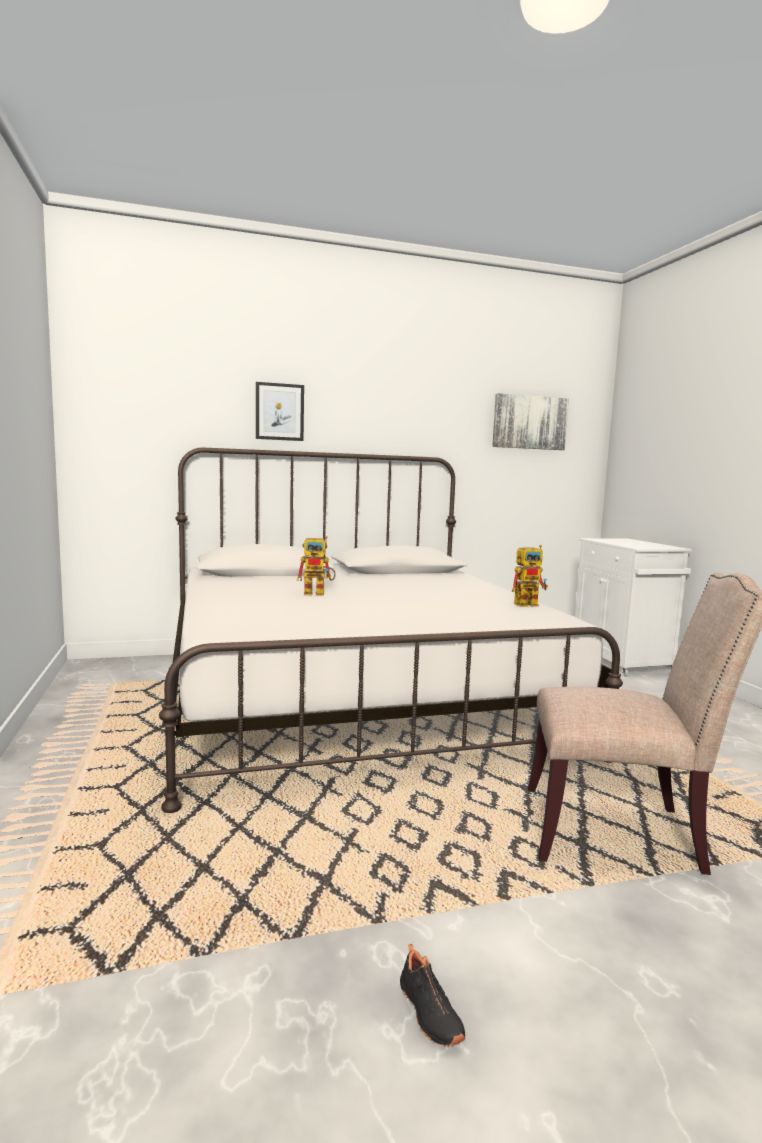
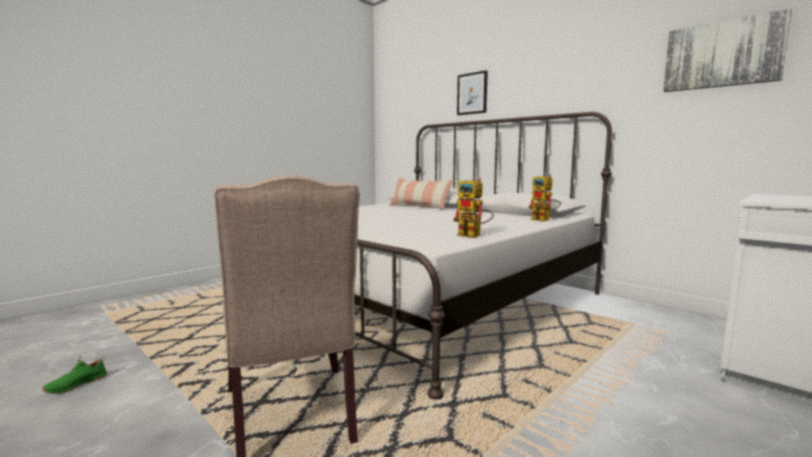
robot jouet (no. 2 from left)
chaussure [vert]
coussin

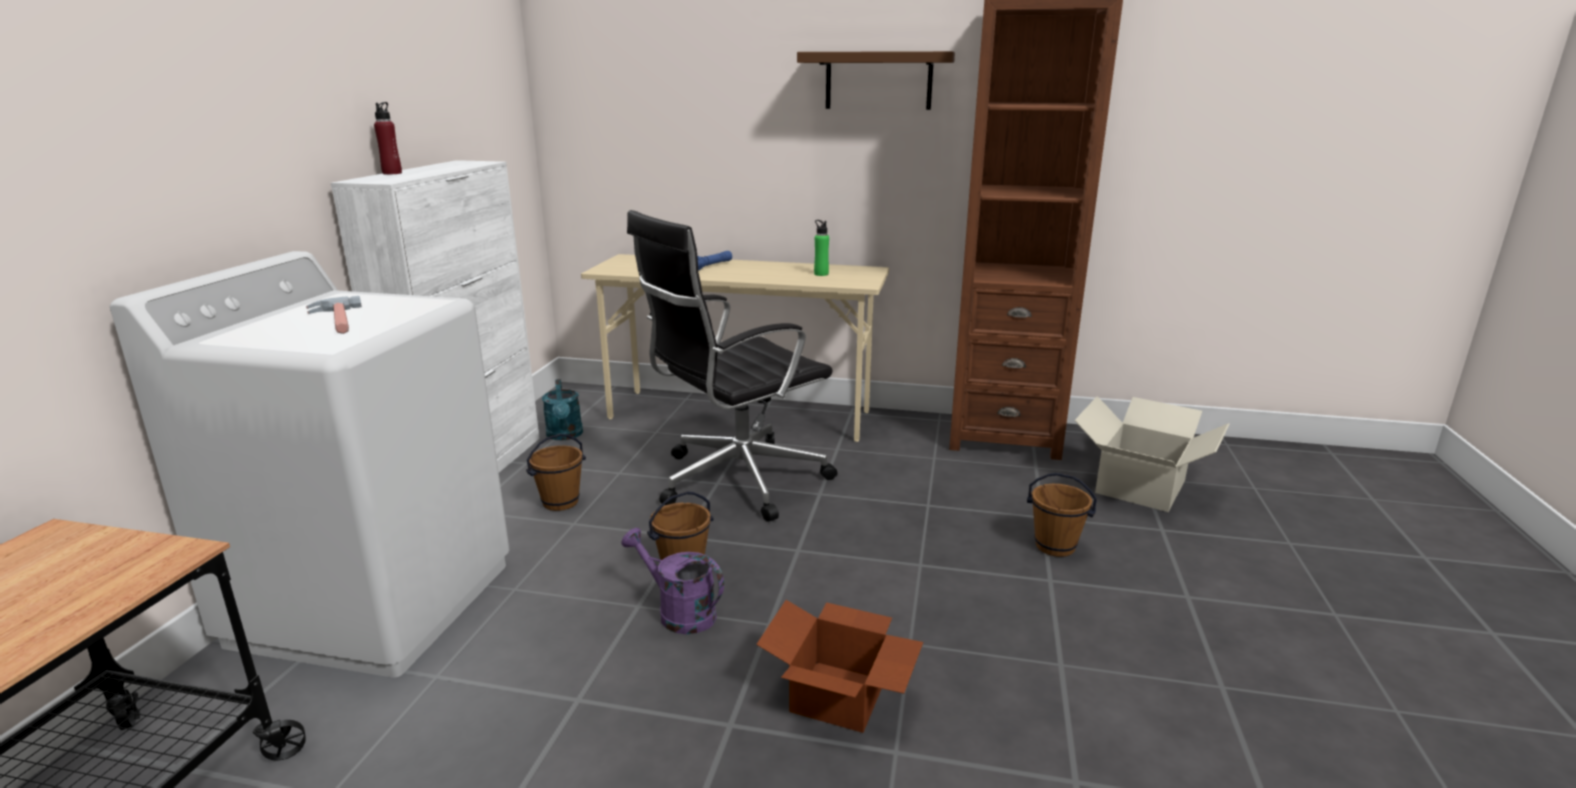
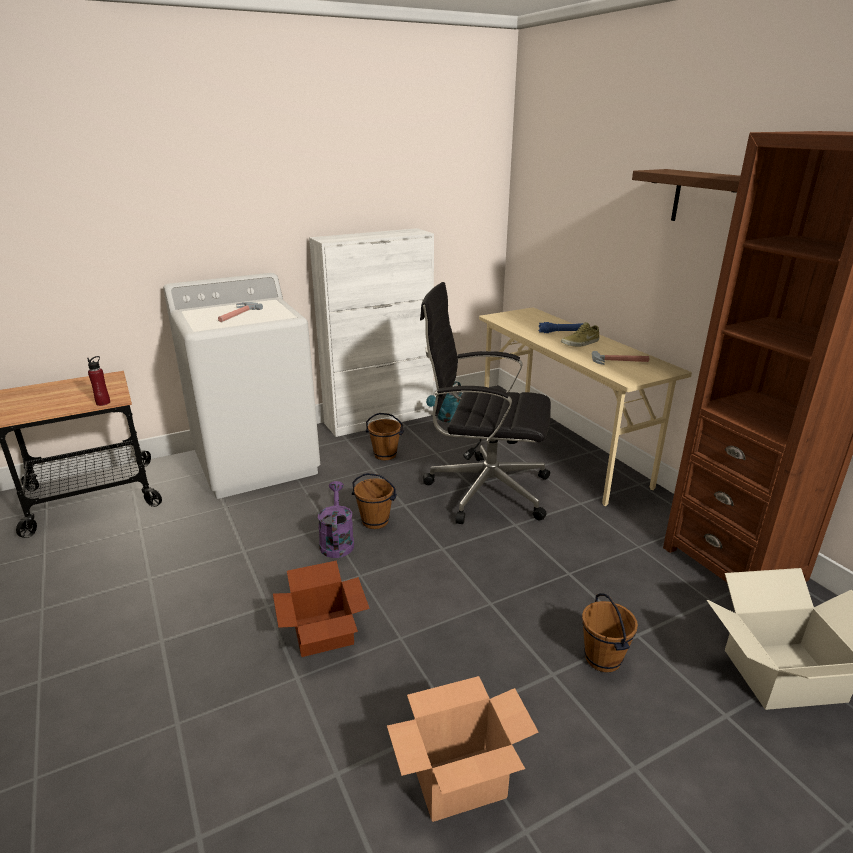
bouteille [rouge]
marteau (no. 2 from left)
carton (no. 2 from left)
chaussure [beige]

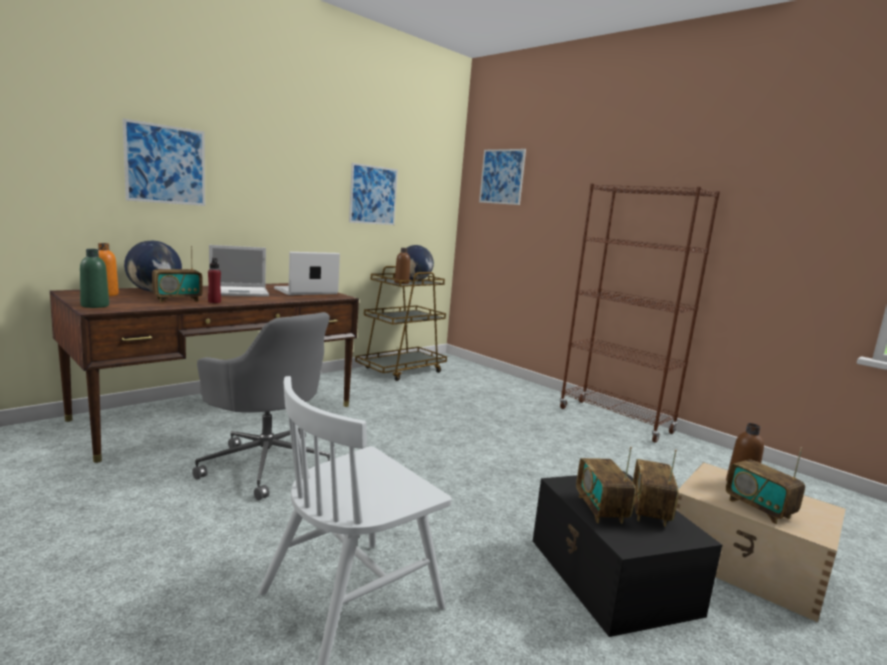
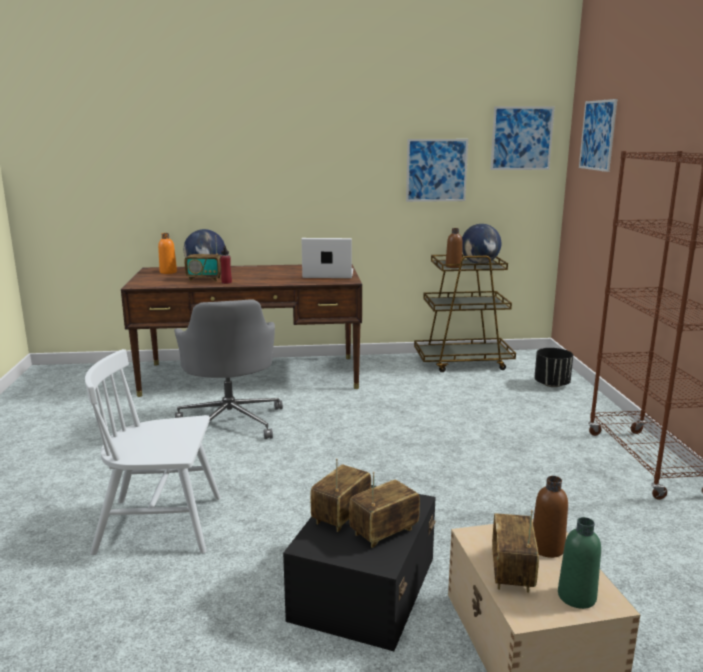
bouteille [vert]
tableau (no. 2 from left)
ordinateur portable (no. 1 from left in the first image)
cache-pot [noir]

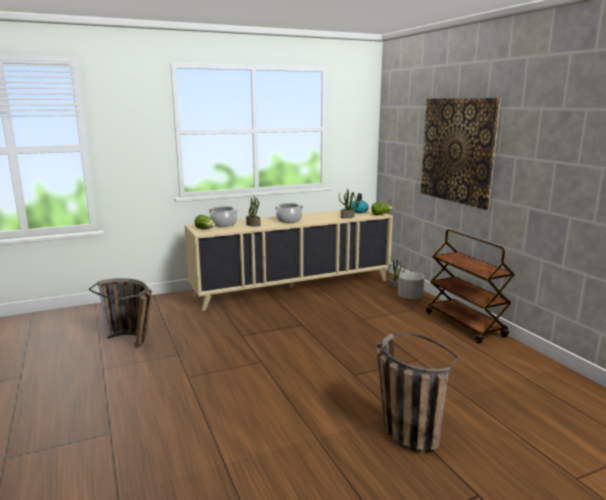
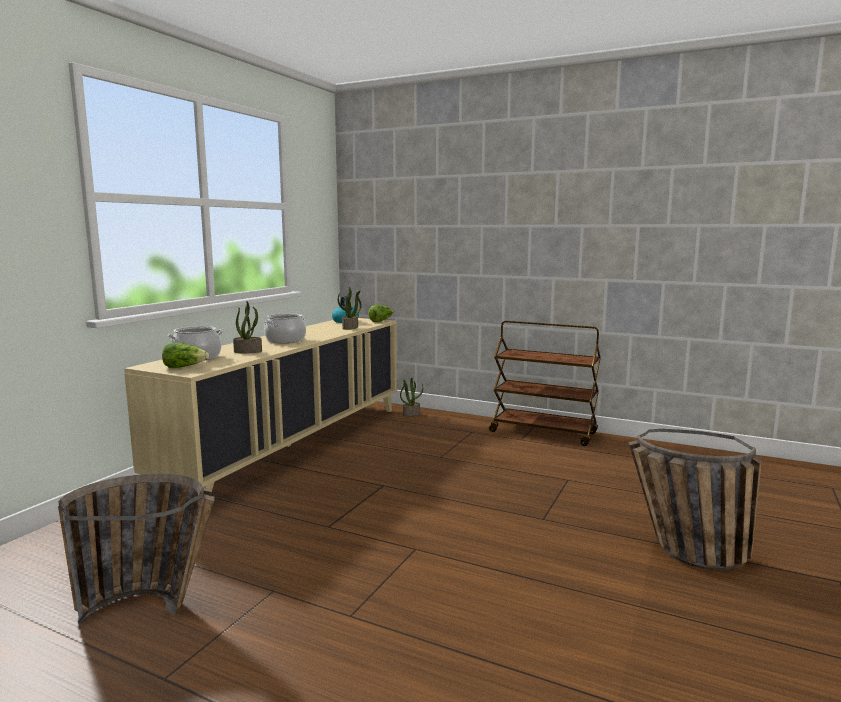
cache-pot [gris]
tableau

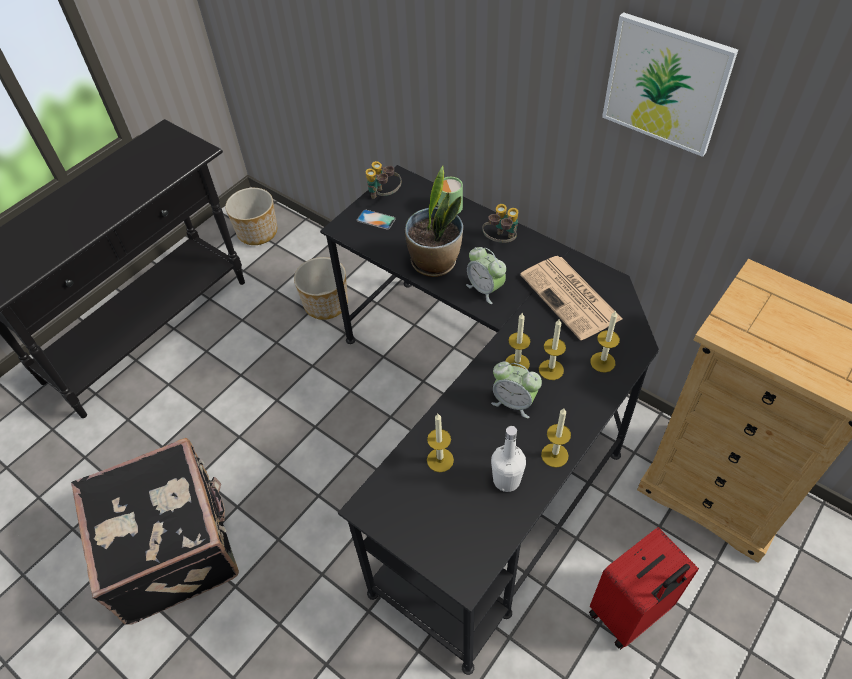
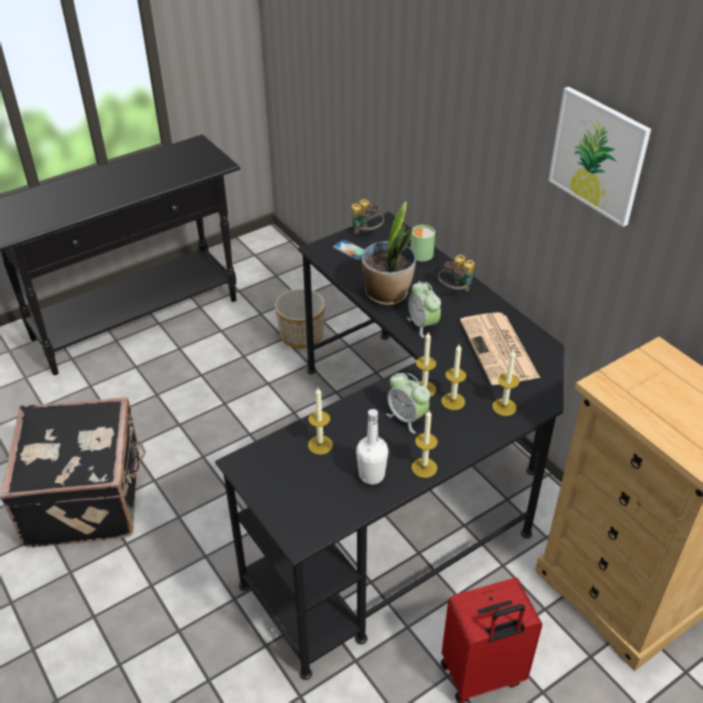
cache-pot (no. 1 from left in the first image)

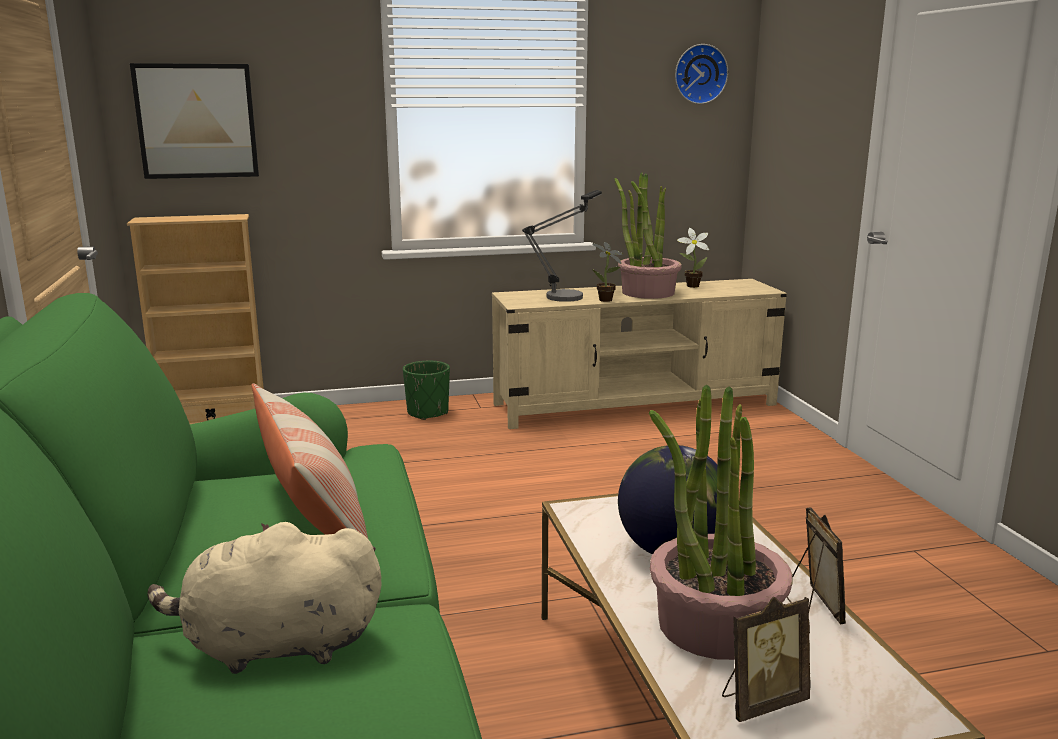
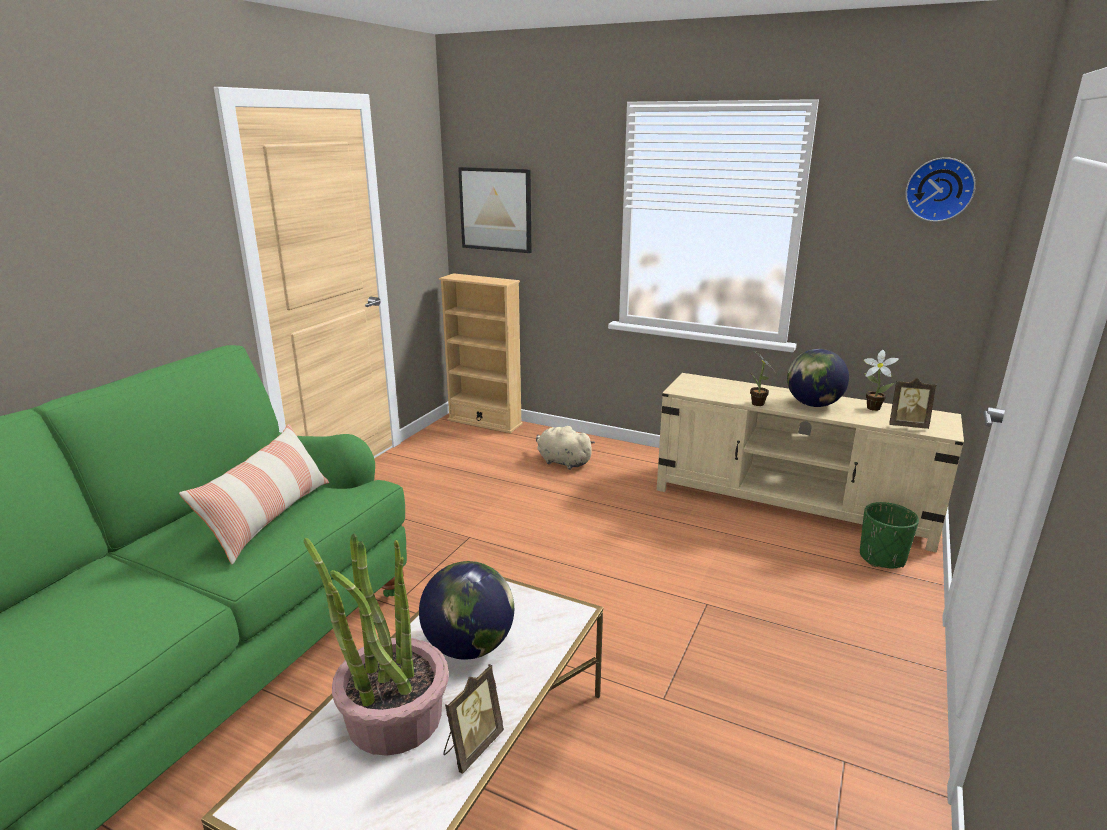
peluche [beige]
cache-pot [vert]
lampe de table
globe (no. 2 from left)
cadre photo (no. 2 from left)

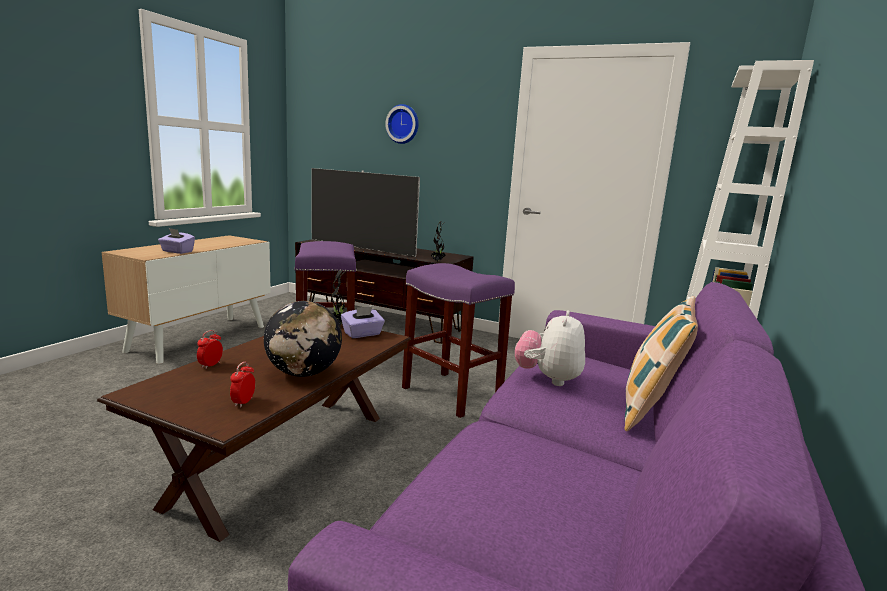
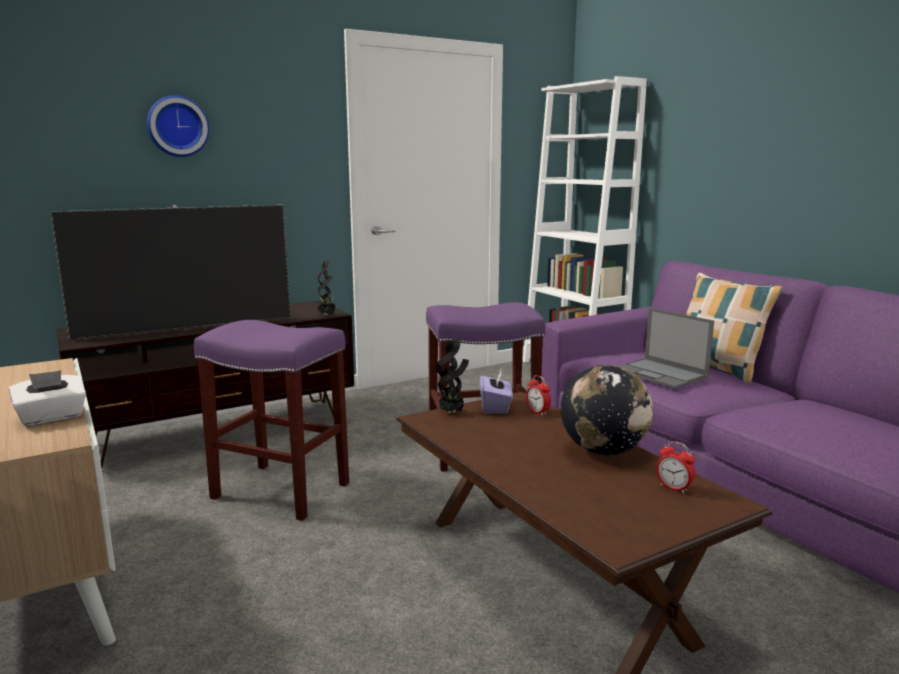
boîte à mouchoirs [blanc]
réveil (no. 1 from left)
ordinateur portable

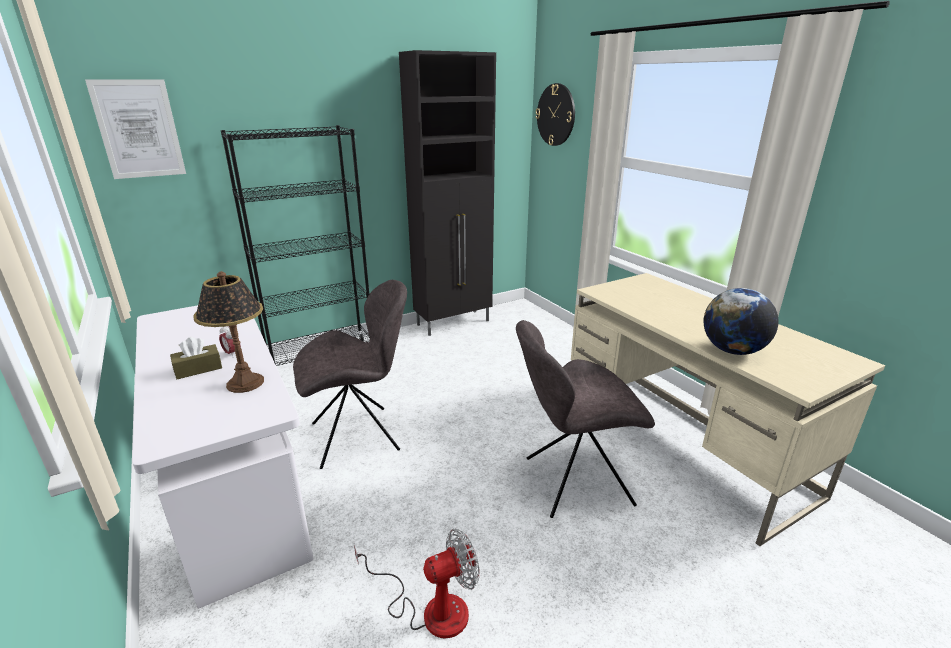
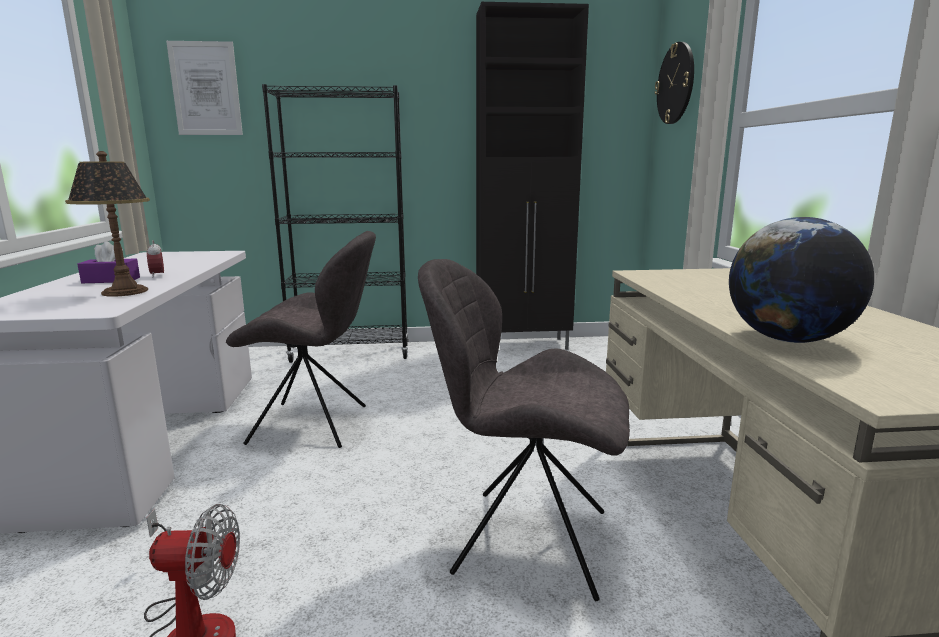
boîte à mouchoirs [violet]

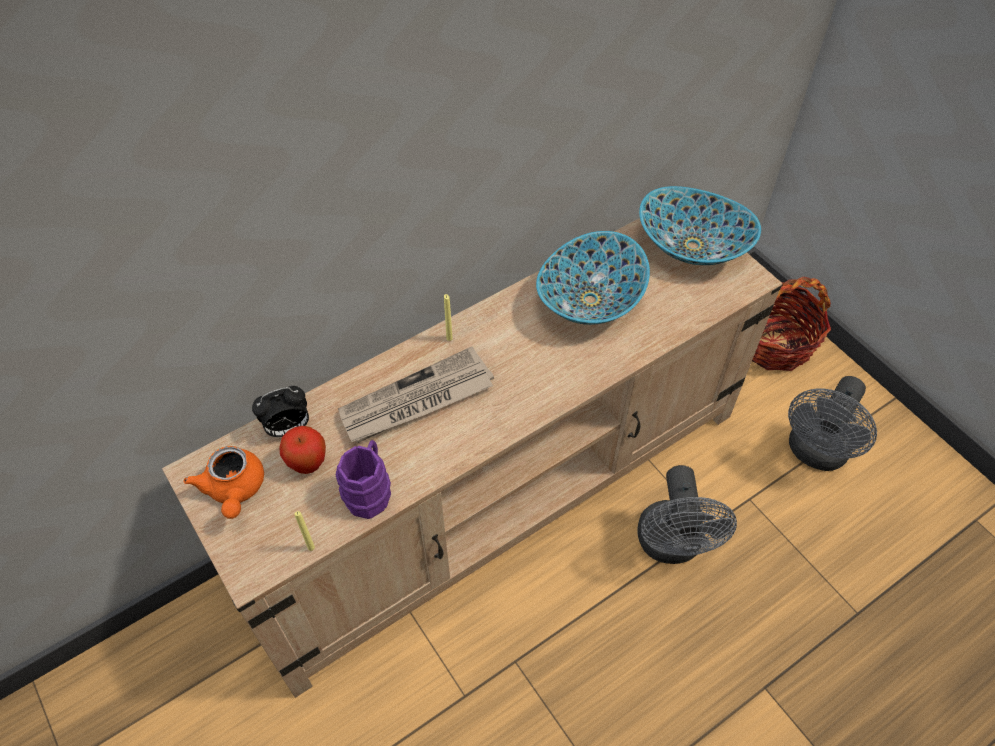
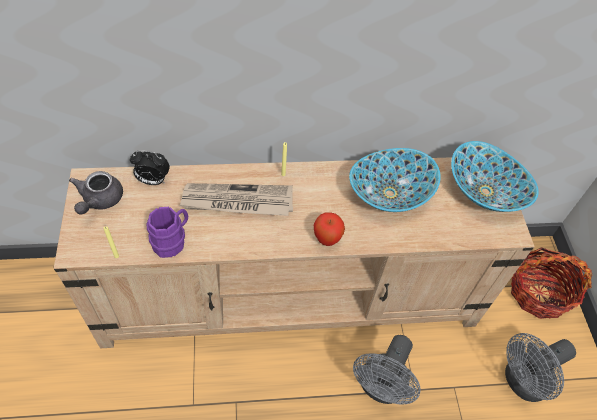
théière [gris]
pomme

